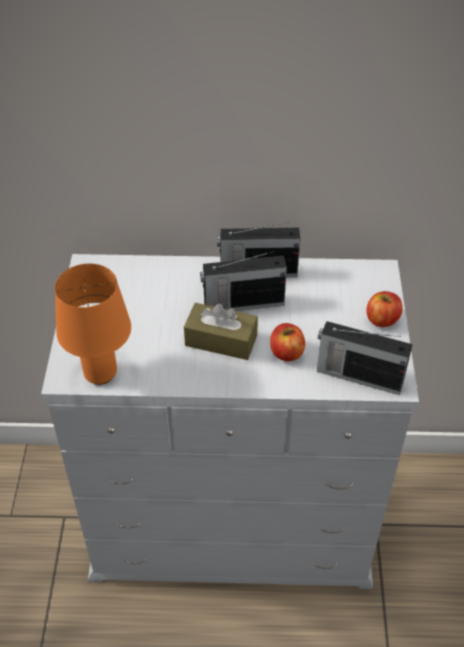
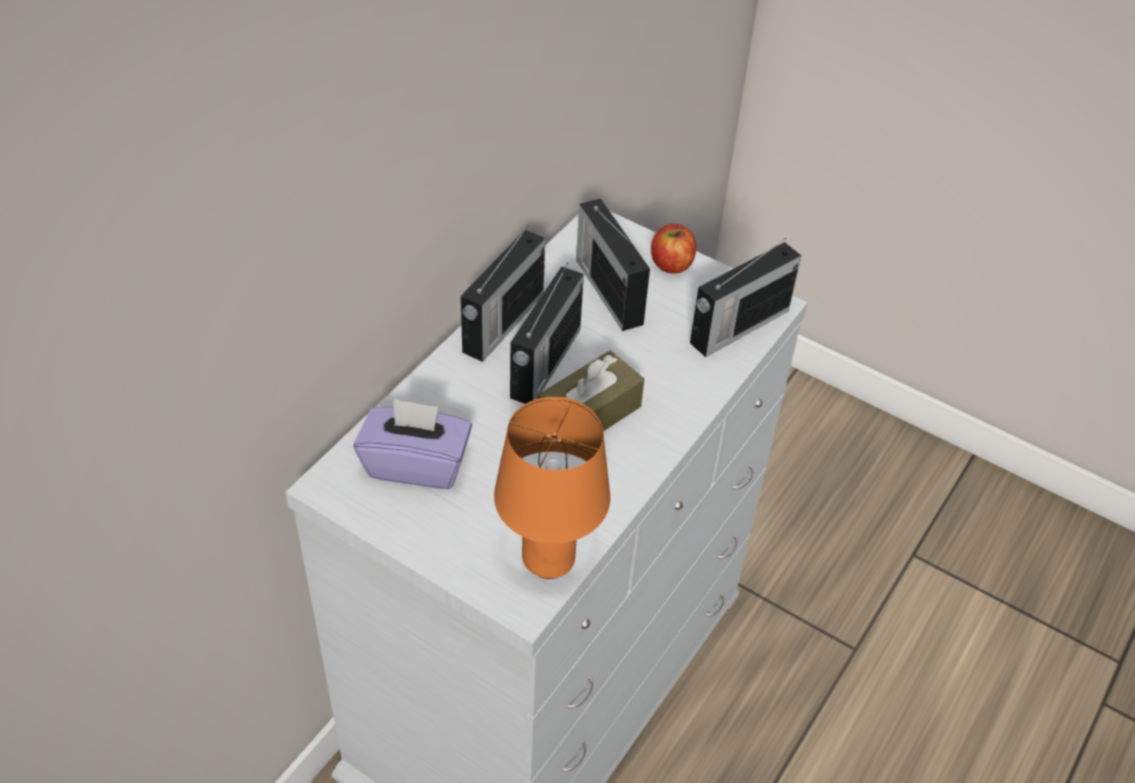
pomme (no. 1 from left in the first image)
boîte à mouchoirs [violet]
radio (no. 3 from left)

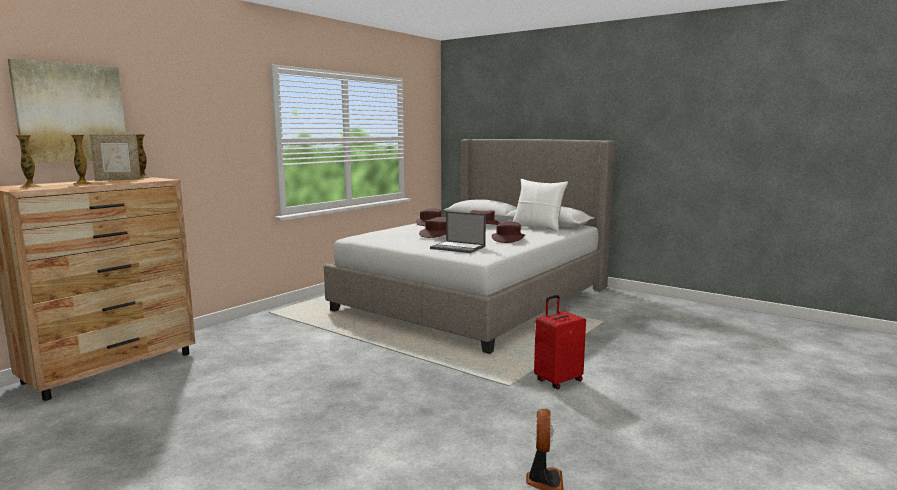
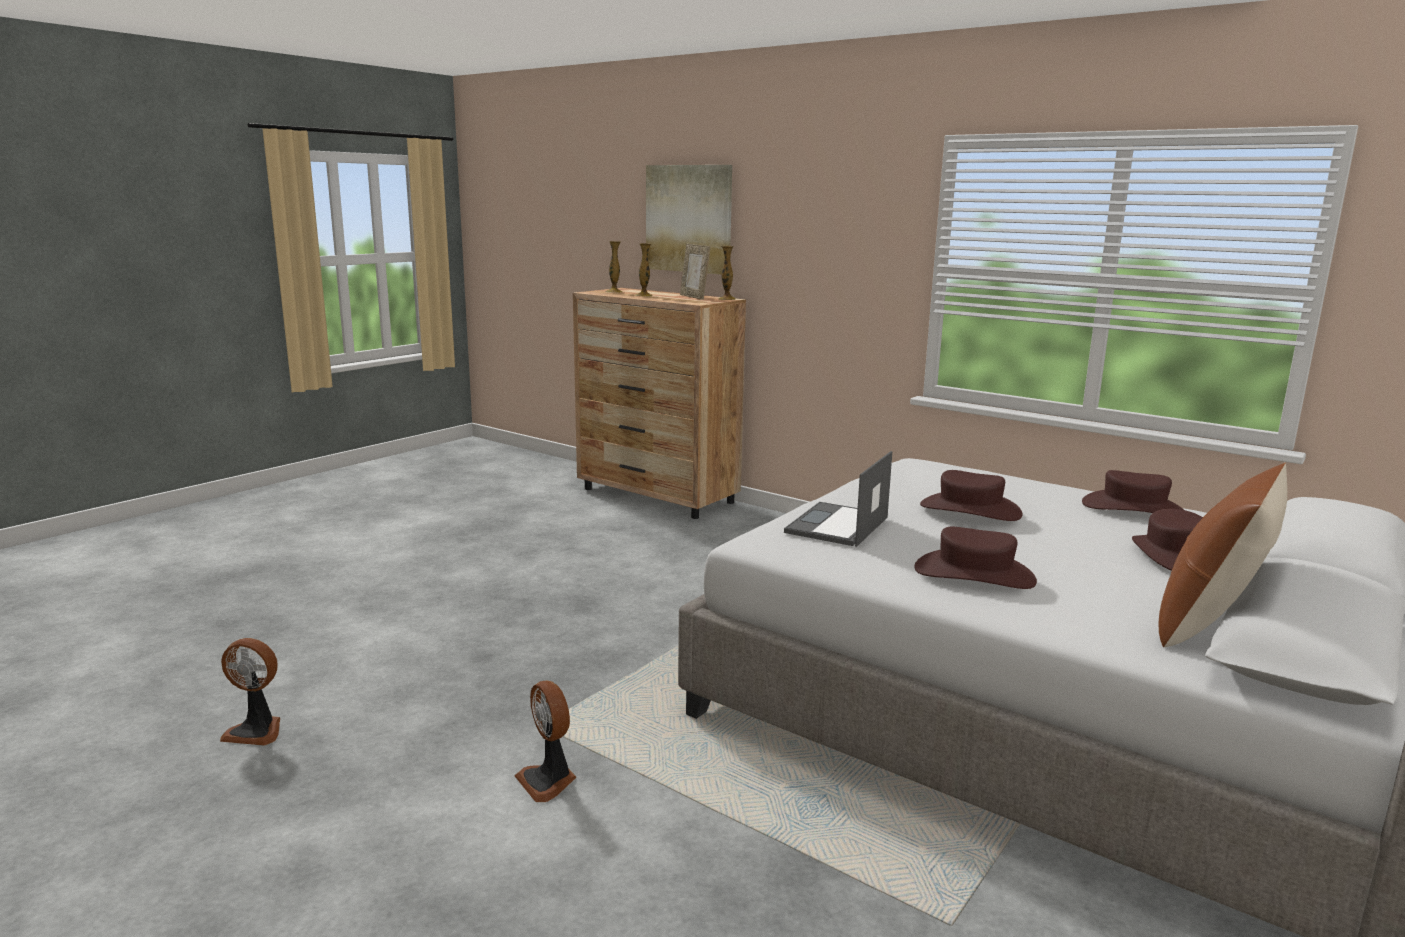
coussin [marron]
ventilateur (no. 2 from left)

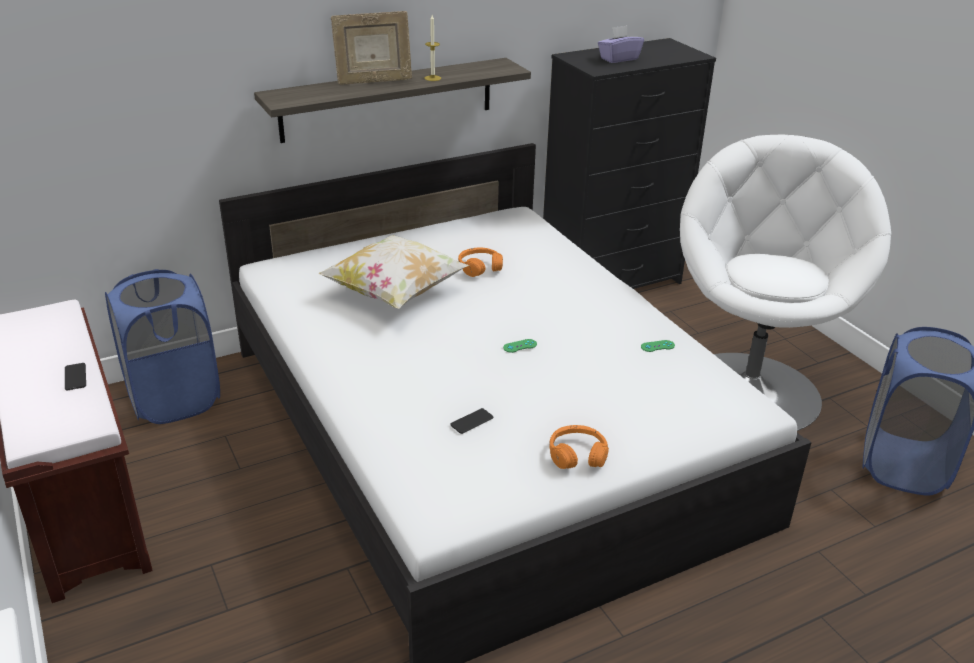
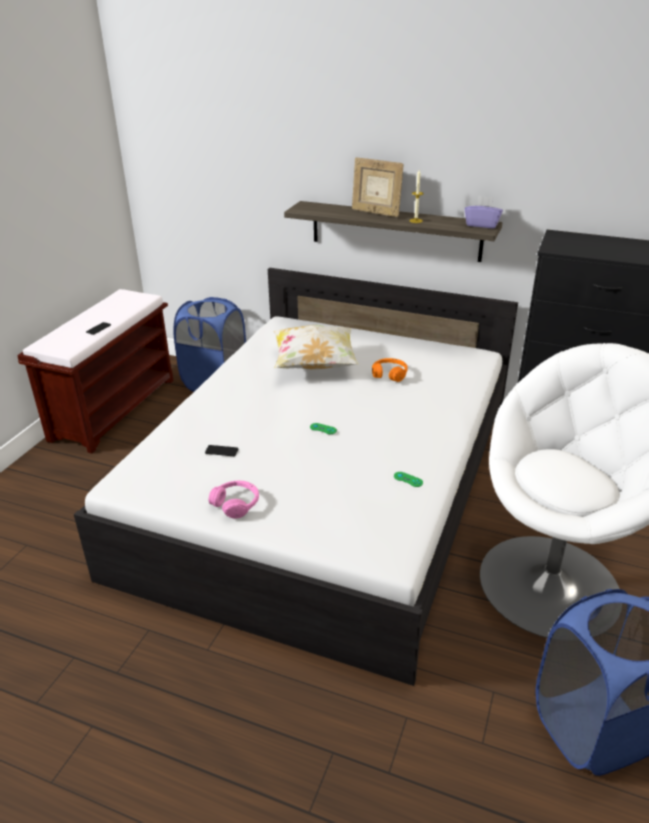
casque audio [rose]
boîte à mouchoirs [violet]

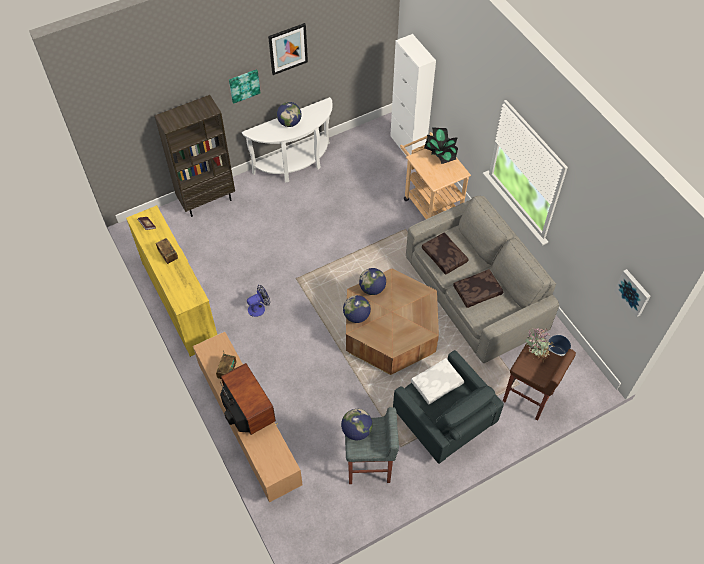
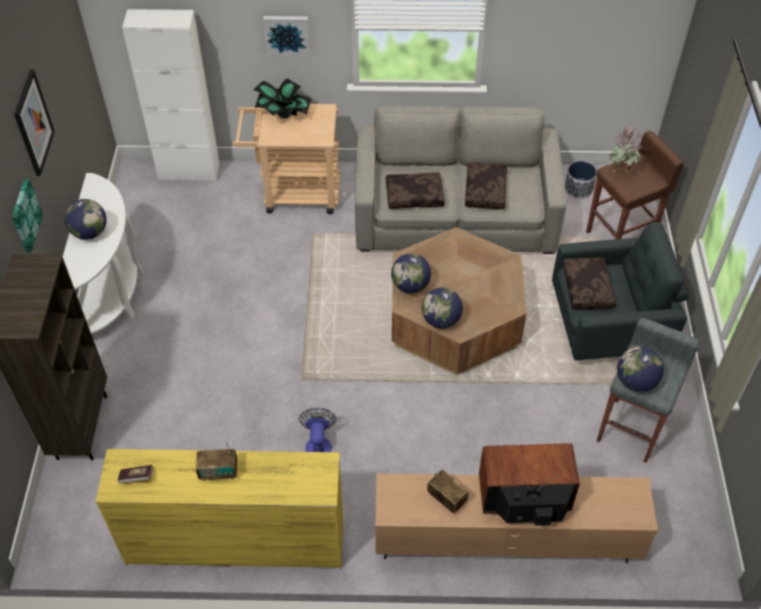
coussin [marron] (no. 3 from left)
tableau (no. 3 from left)

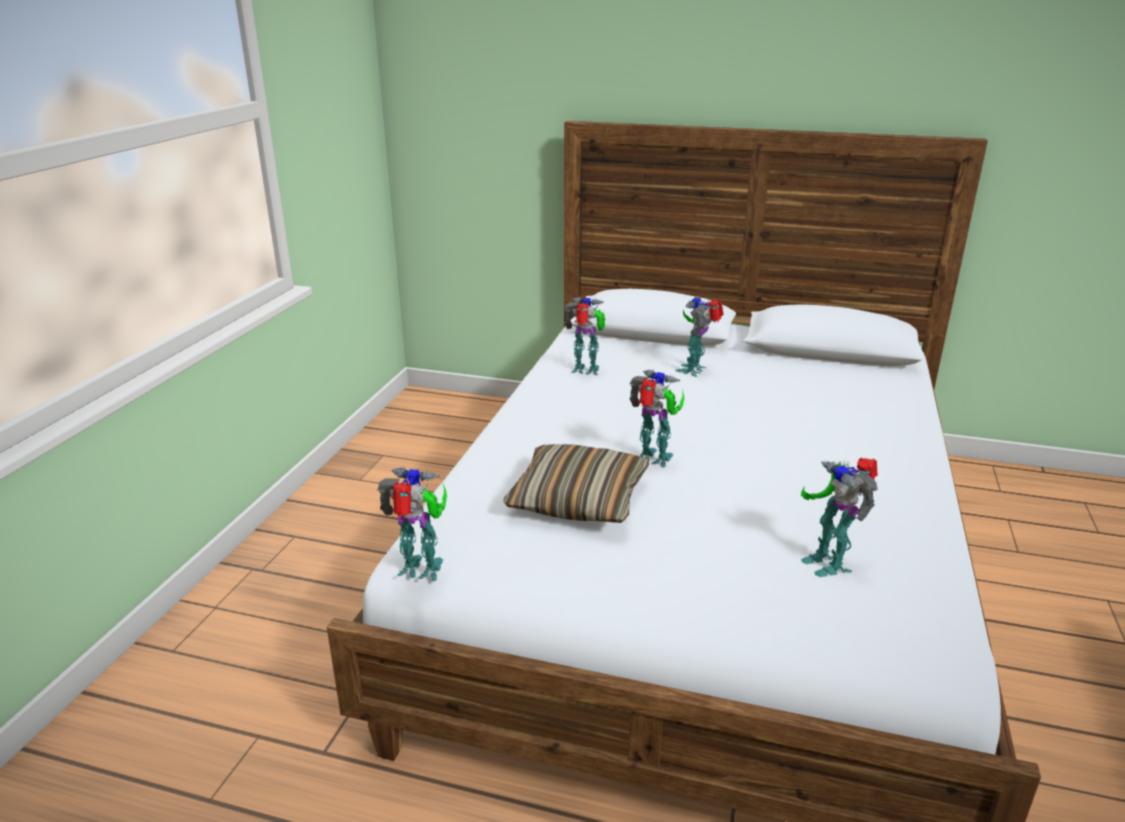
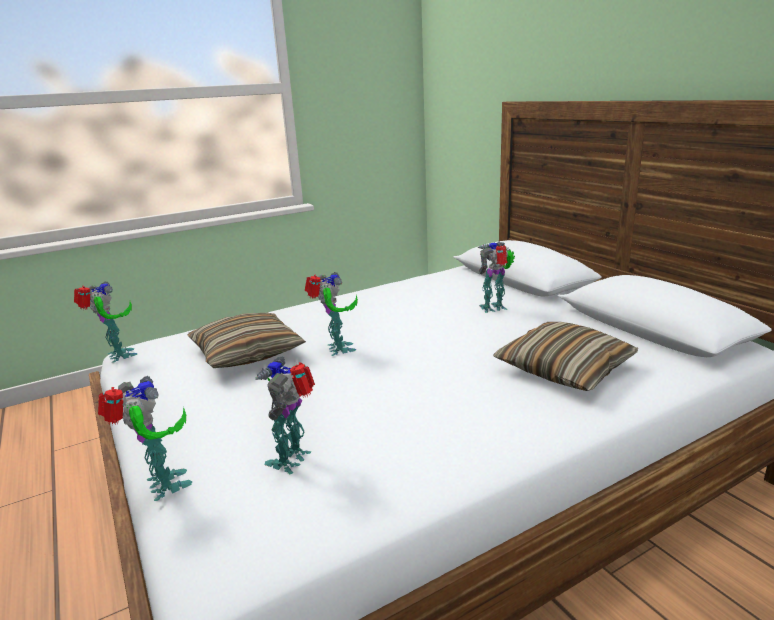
robot jouet (no. 2 from left)
coussin (no. 2 from left)

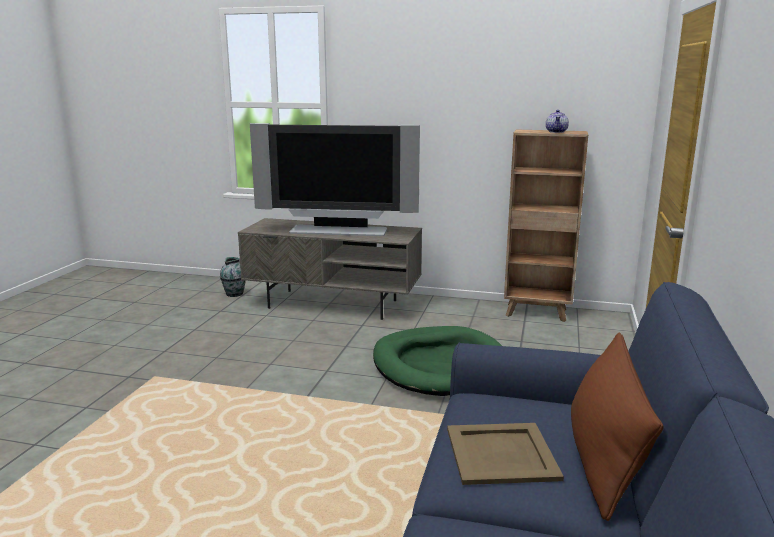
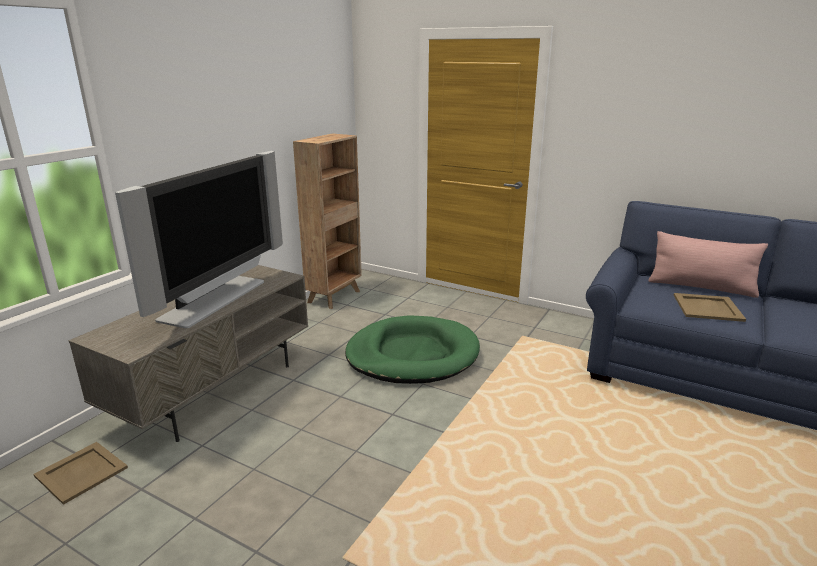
plateau [beige] (no. 1 from left)
théière
coussin [rose]

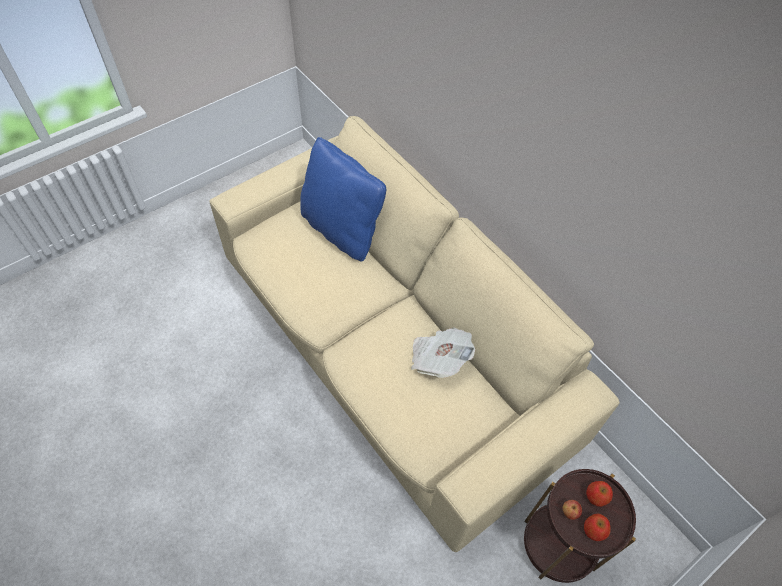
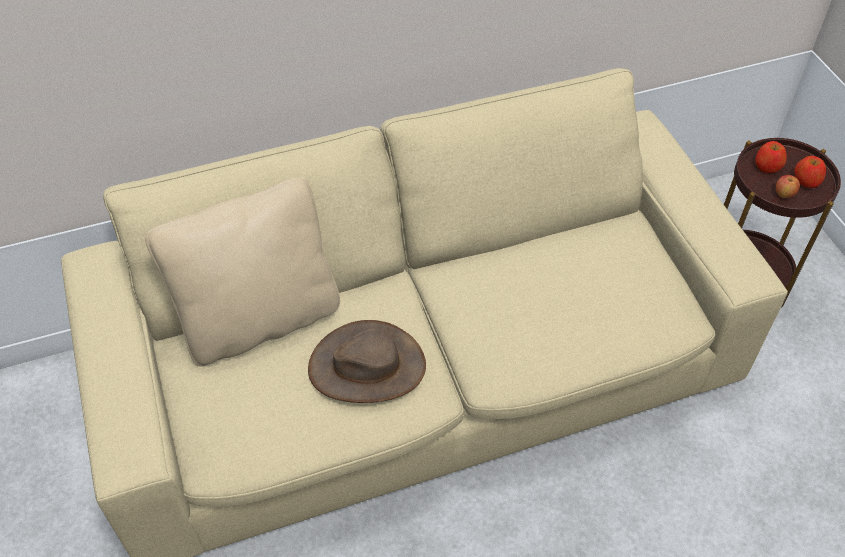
coussin [beige]
journal
chapeau [marron]

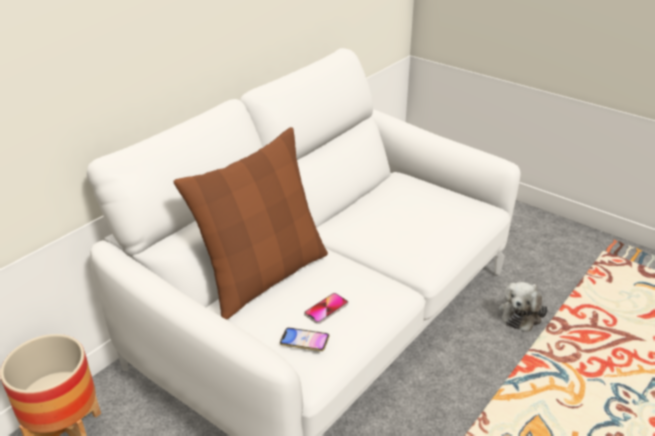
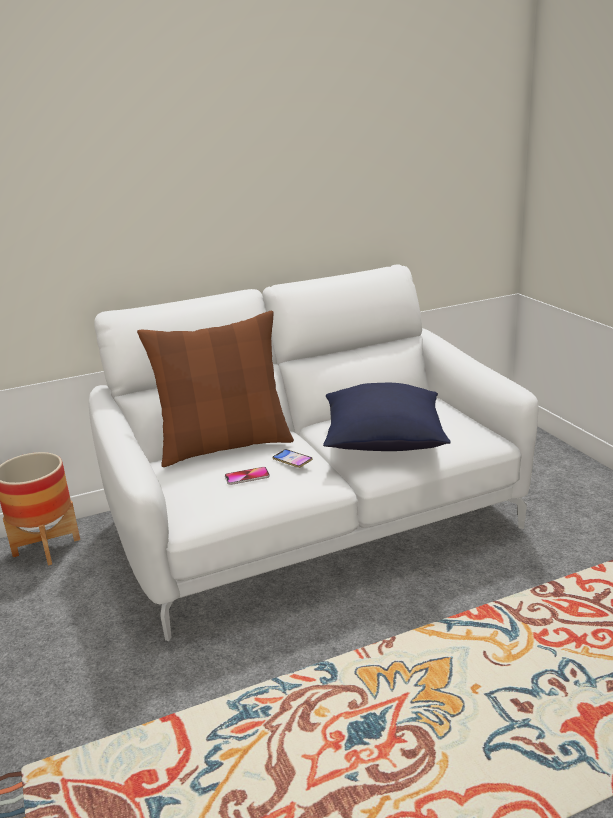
téléphone (no. 2 from left)
peluche
coussin [bleu]

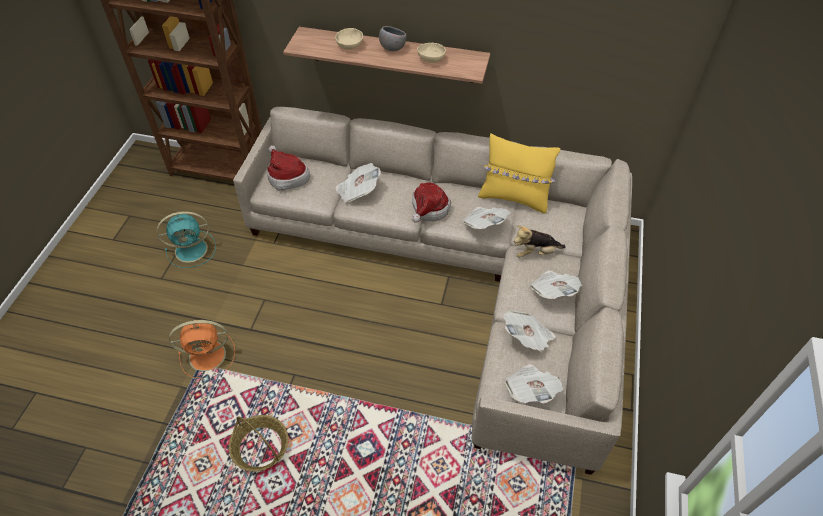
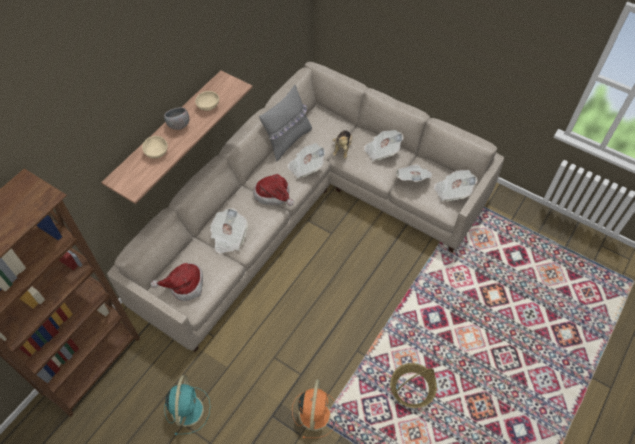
coussin [gris]

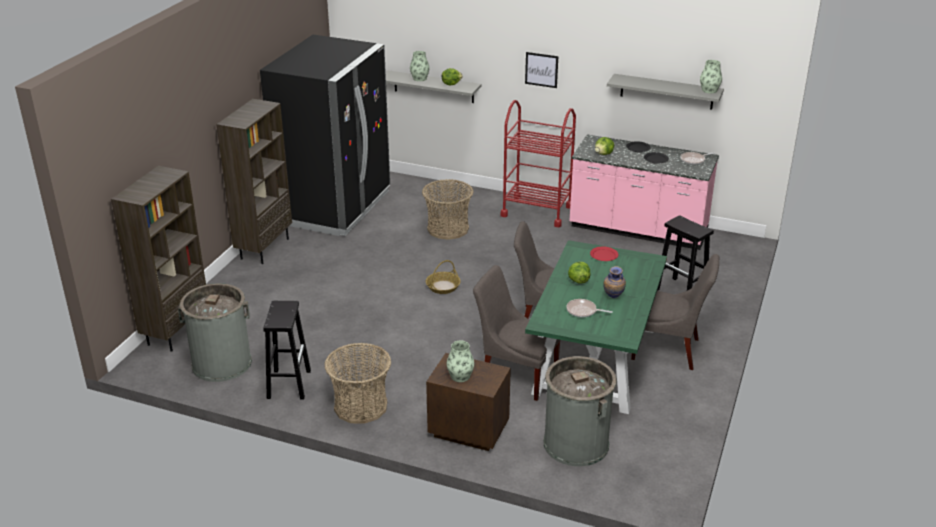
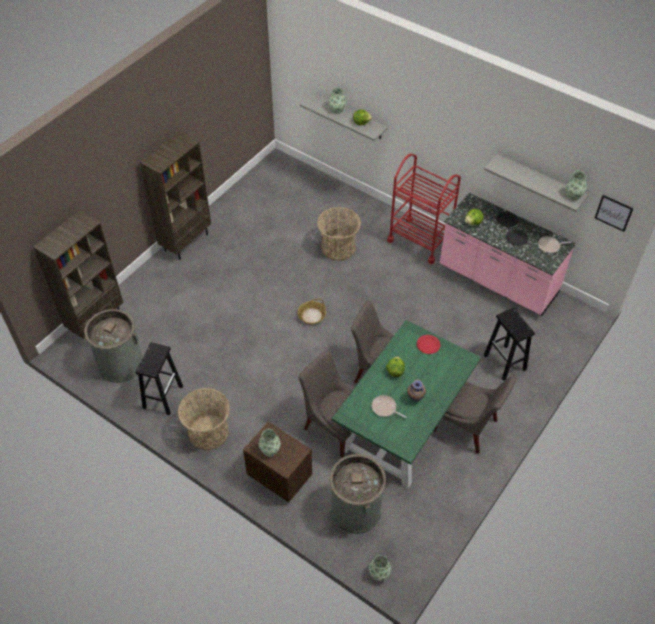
réfrigérateur [noir]
tableau
vase (no. 3 from left)

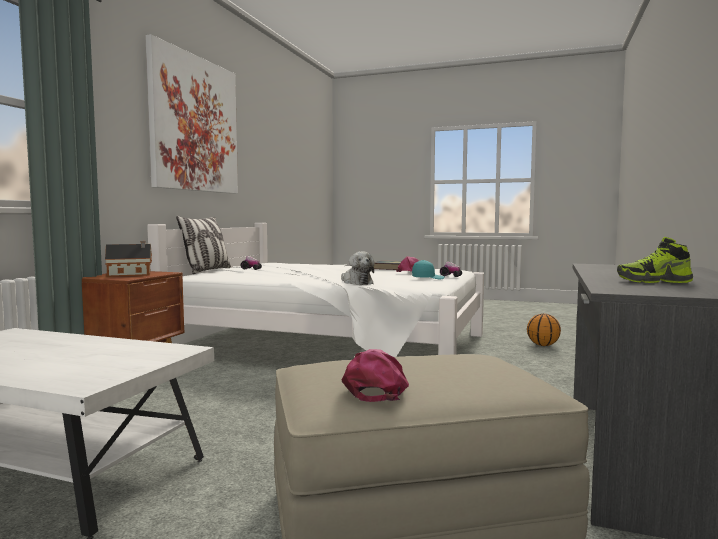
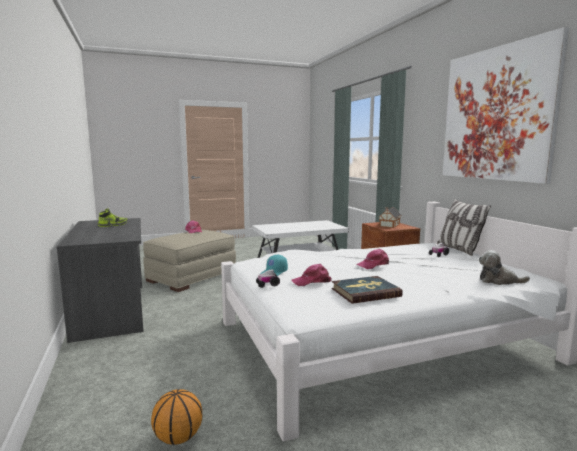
peluche
casquette [rose] (no. 3 from left)

